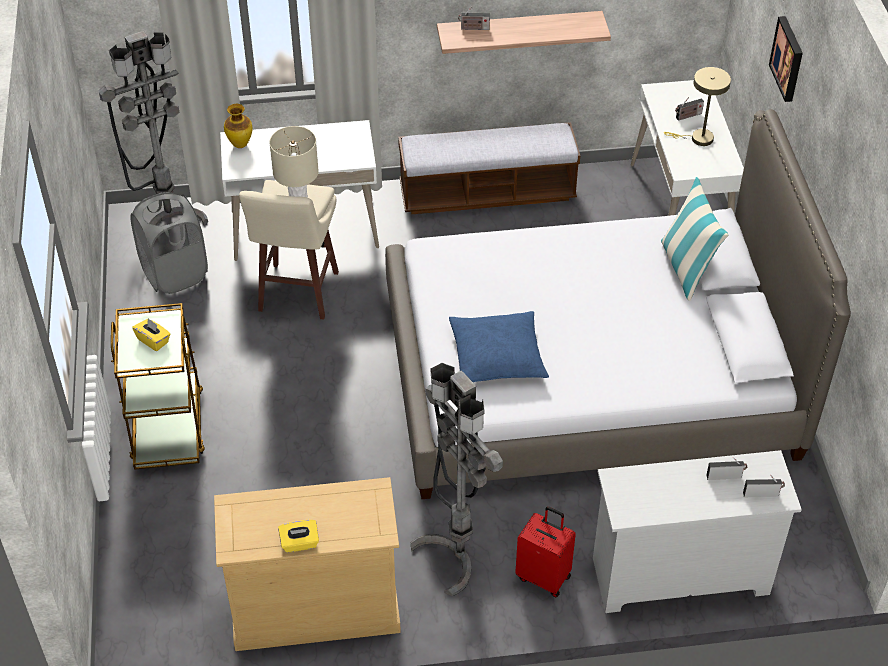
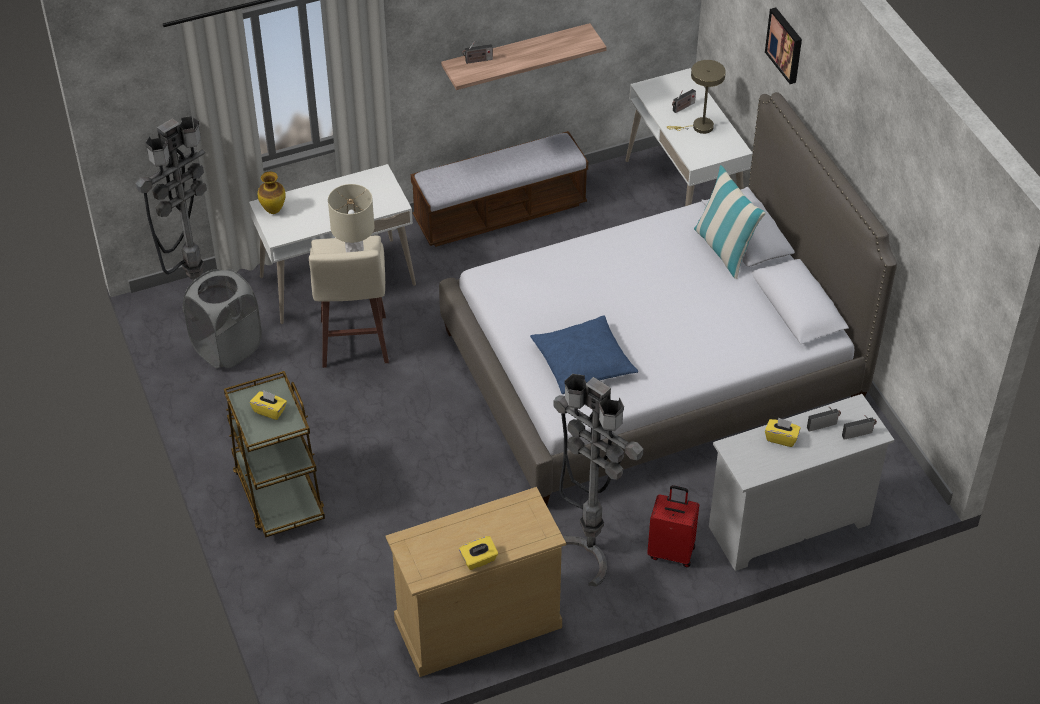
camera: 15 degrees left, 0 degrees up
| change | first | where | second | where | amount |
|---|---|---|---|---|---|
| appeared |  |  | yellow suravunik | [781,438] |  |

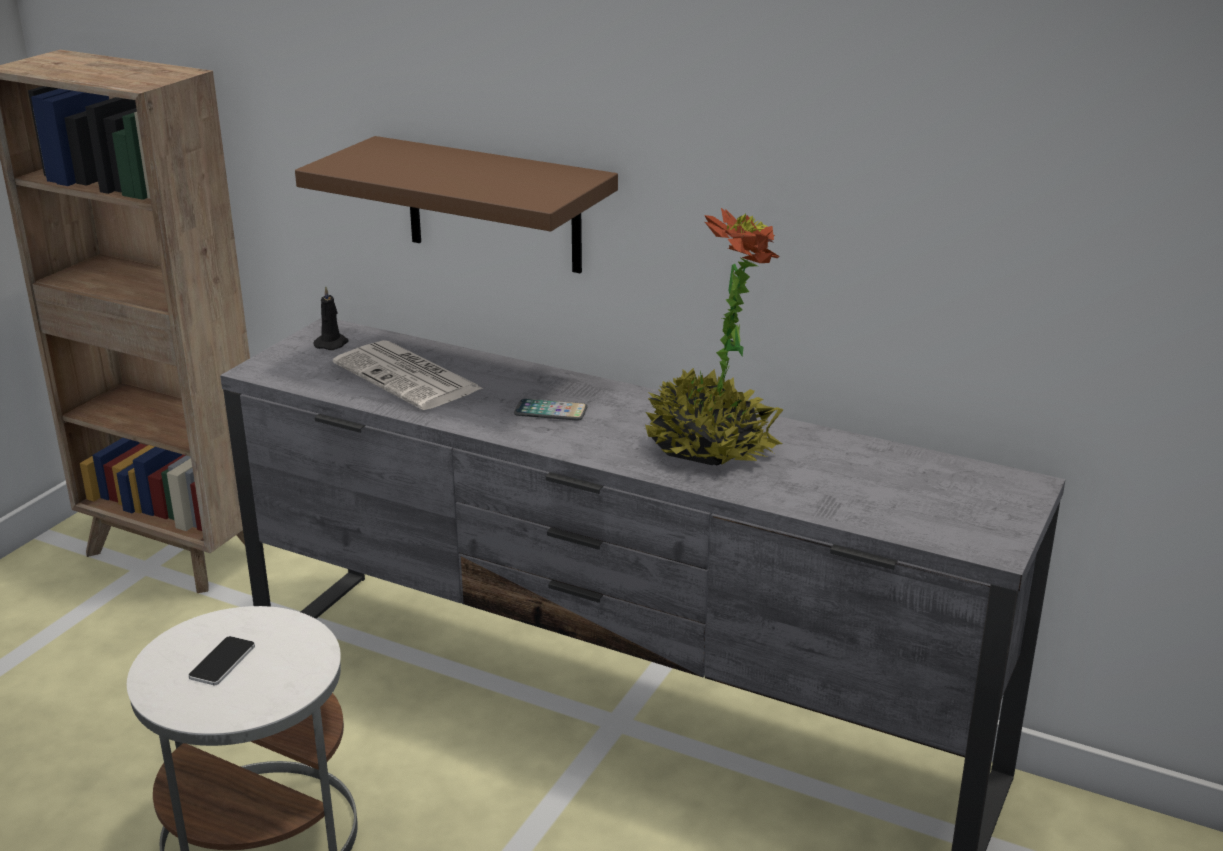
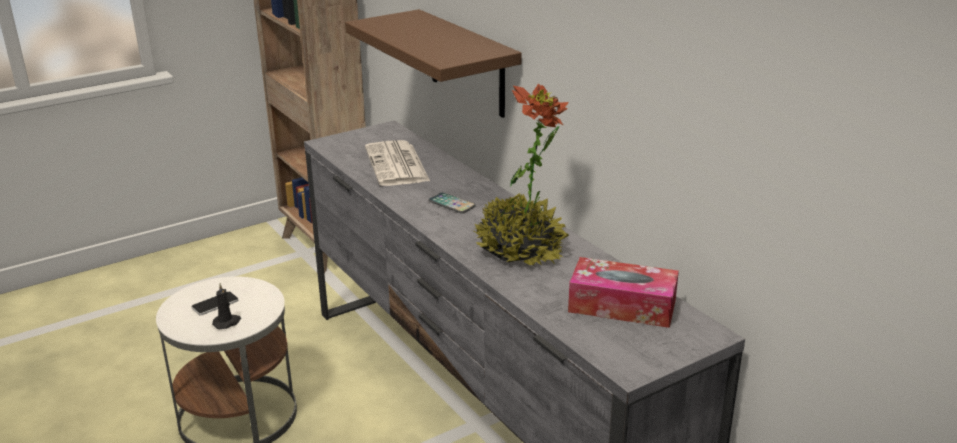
camera: 30 degrees right, 0 degrees up
| change | first | where | second | where | amount |
|---|---|---|---|---|---|
| relocated | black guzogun | [332,344] |  | [227,322] |  |
| appeared |  |  | suravunik | [622,306] |  |

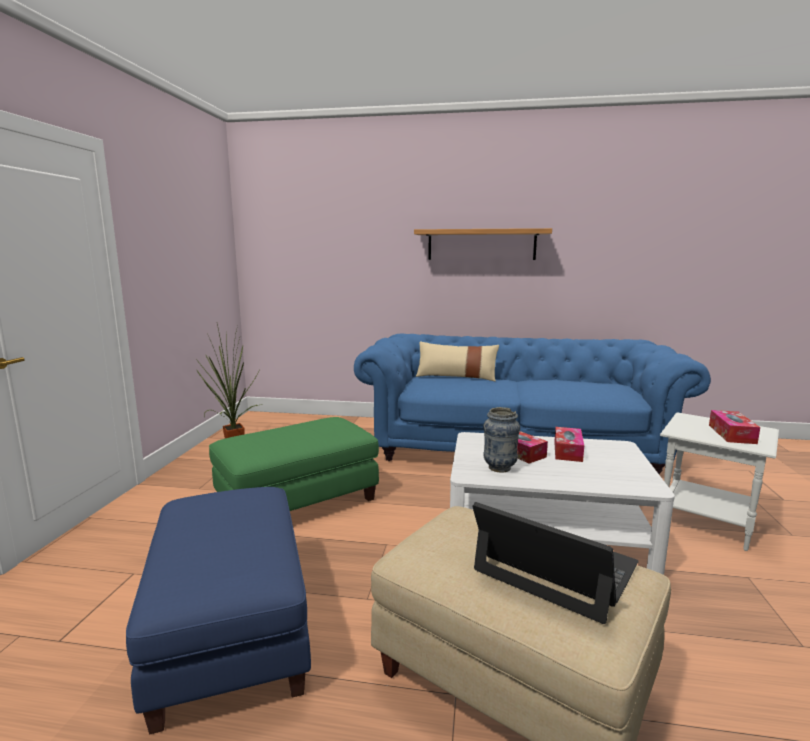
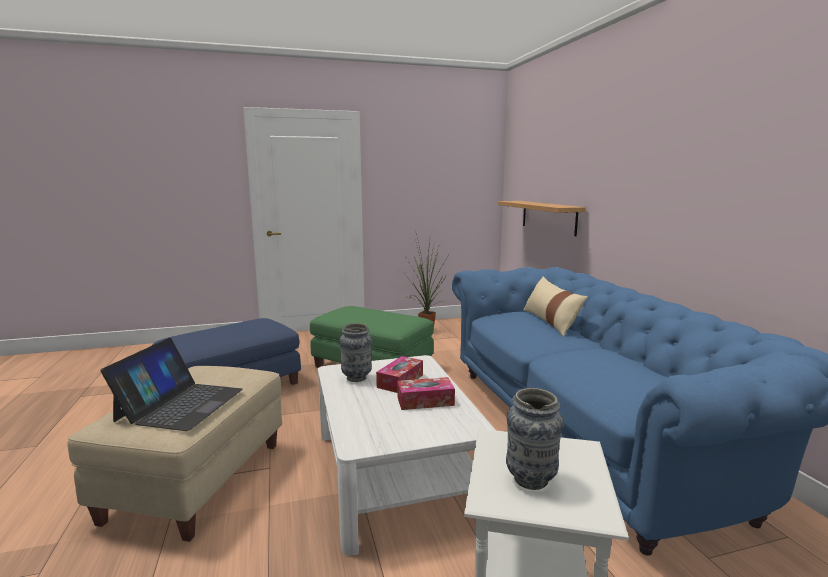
camera: 65 degrees right, 0 degrees up
| change | first | where | second | where | amount |
|---|---|---|---|---|---|
| relocated | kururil | [481,245] |  | [548,217] |  |
| exchanged | suravunik | [731,434] | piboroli | [530,480] |  |

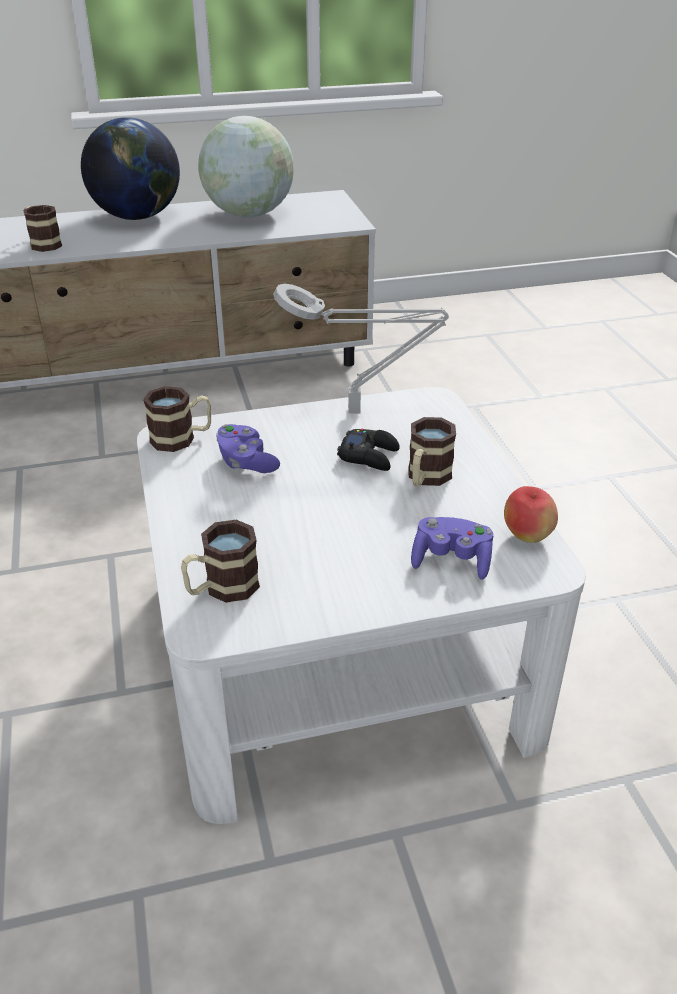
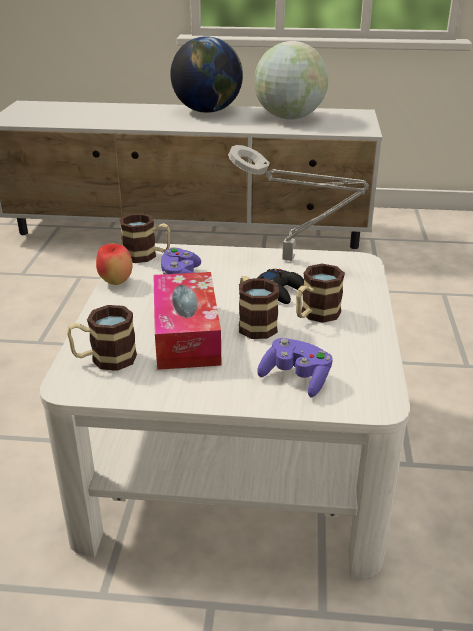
camera: 20 degrees right, 5 degrees down
| change | first | where | second | where | amount |
|---|---|---|---|---|---|
| relocated | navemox | [42,243] |  | [254,323] |  |
| relocated | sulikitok | [527,536] |  | [116,282] |  |
| appeared |  |  | suravunik | [186,334] |  |

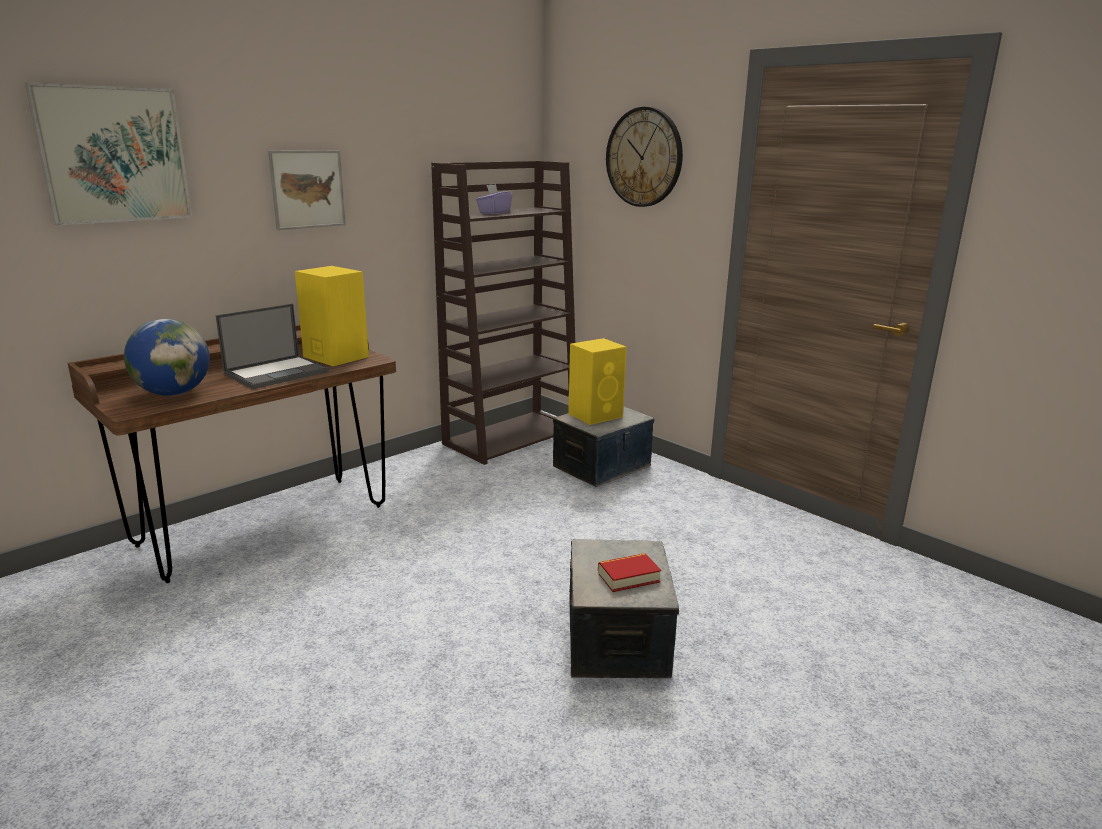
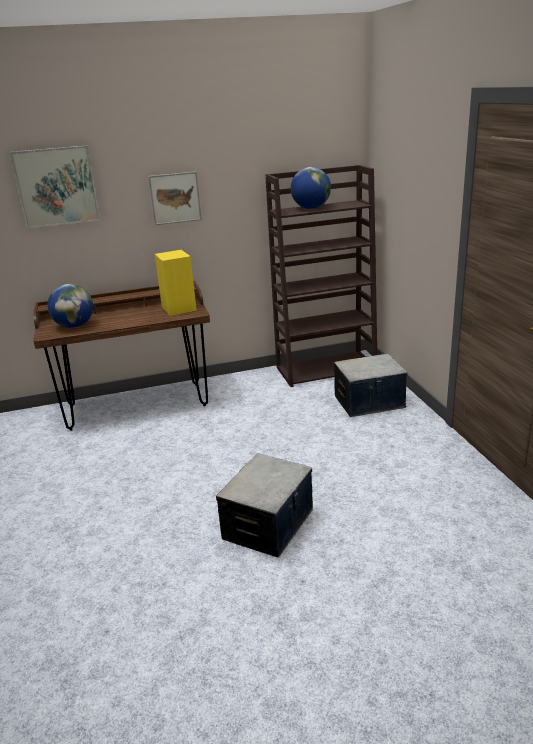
camera: 30 degrees right, 5 degrees up
| change | first | where | second | where | amount |
|---|---|---|---|---|---|
| missing | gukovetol | [644,157] |  |  |  |
| exchanged | purple suravunik | [494,213] | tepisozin | [311,208] |  |
| missing | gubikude | [277,372] |  |  |  |
| missing | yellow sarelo | [596,415] |  |  |  |
| missing | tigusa | [628,577] |  |  |  |

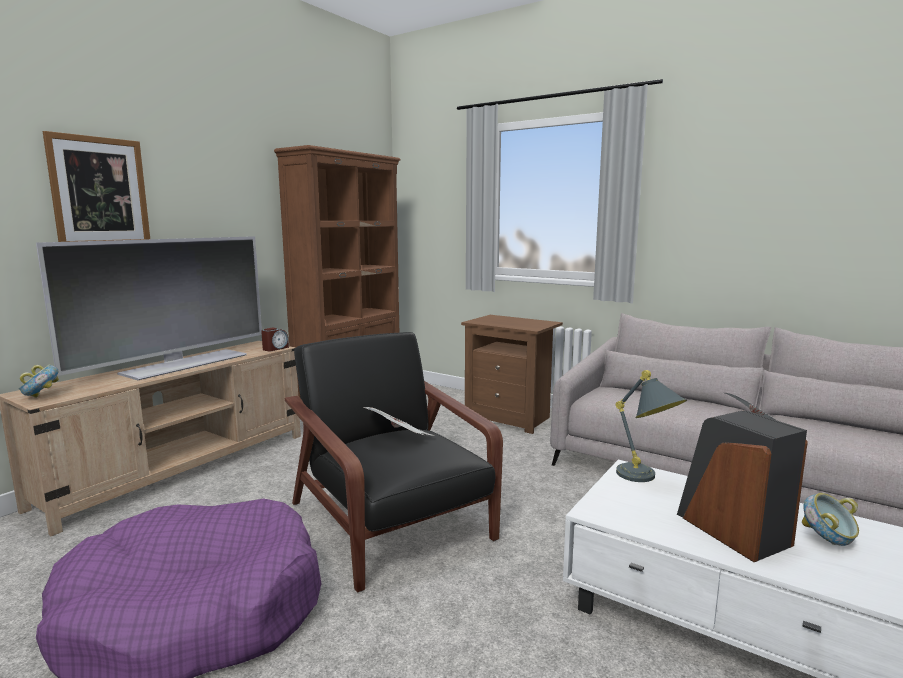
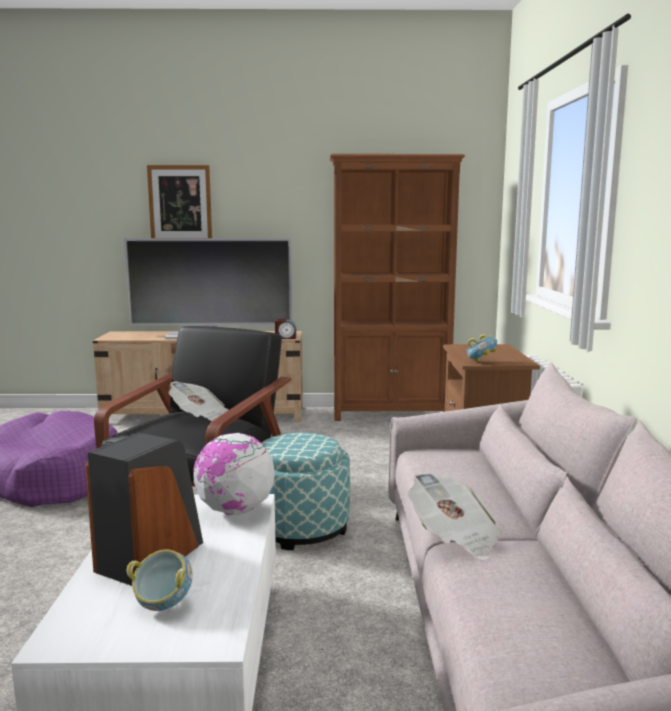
camera: 55 degrees right, 0 degrees up
| change | first | where | second | where | amount |
|---|---|---|---|---|---|
| relocated | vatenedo | [41,397] |  | [480,362] |  |
| exchanged | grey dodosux | [646,479] | tepisozin | [235,511] |  |
| appeared |  |  | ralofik | [300,527] |  |

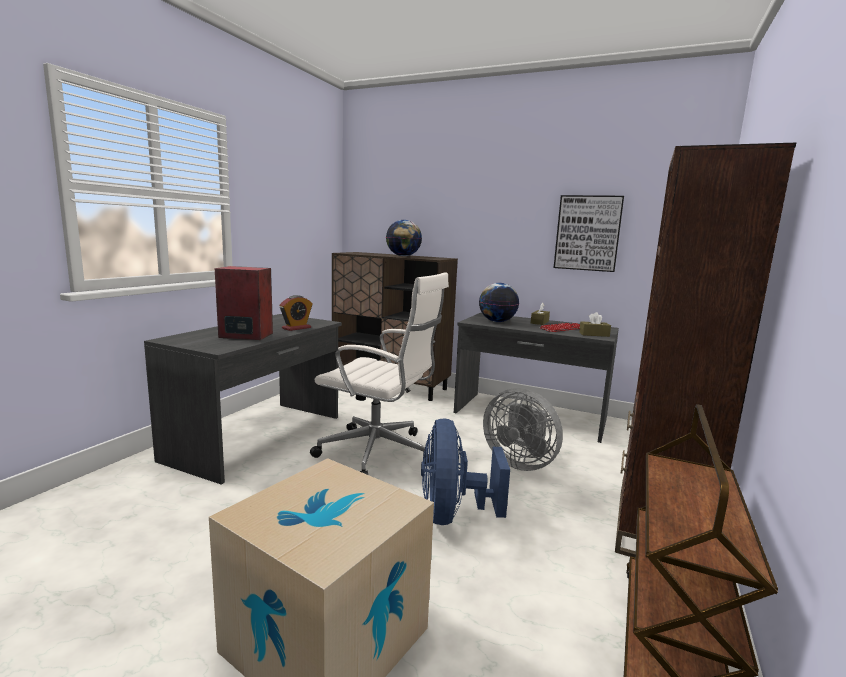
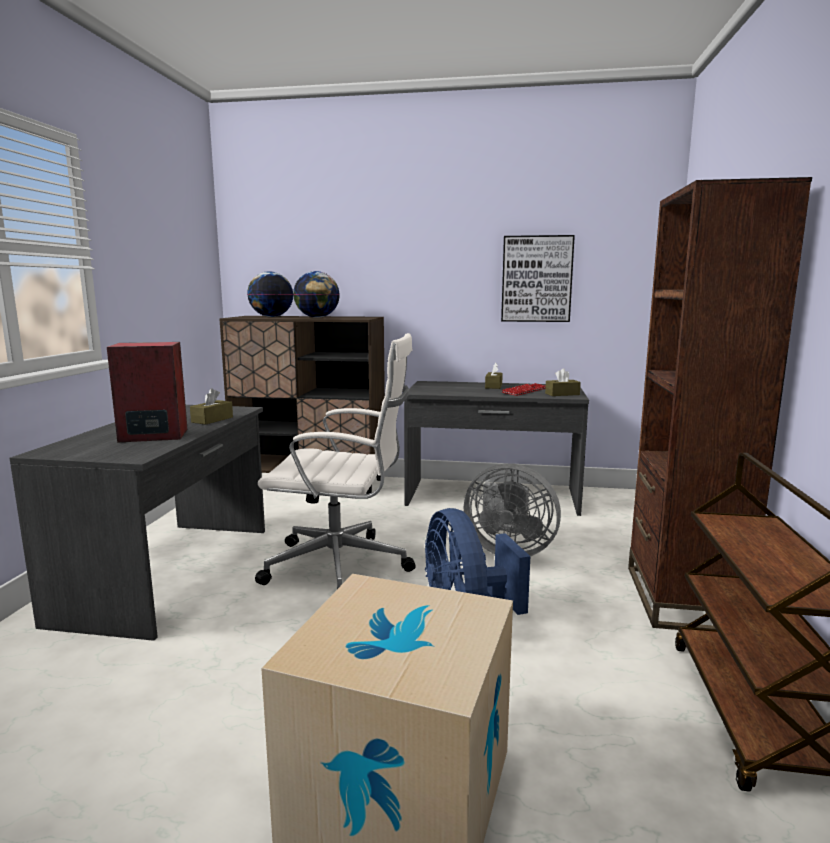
camera: 15 degrees left, 0 degrees up
| change | first | where | second | where | amount |
|---|---|---|---|---|---|
| relocated | tepisozin | [497,321] |  | [271,317] |  |
| exchanged | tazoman | [296,328] | brown suravunik | [212,420] |  |

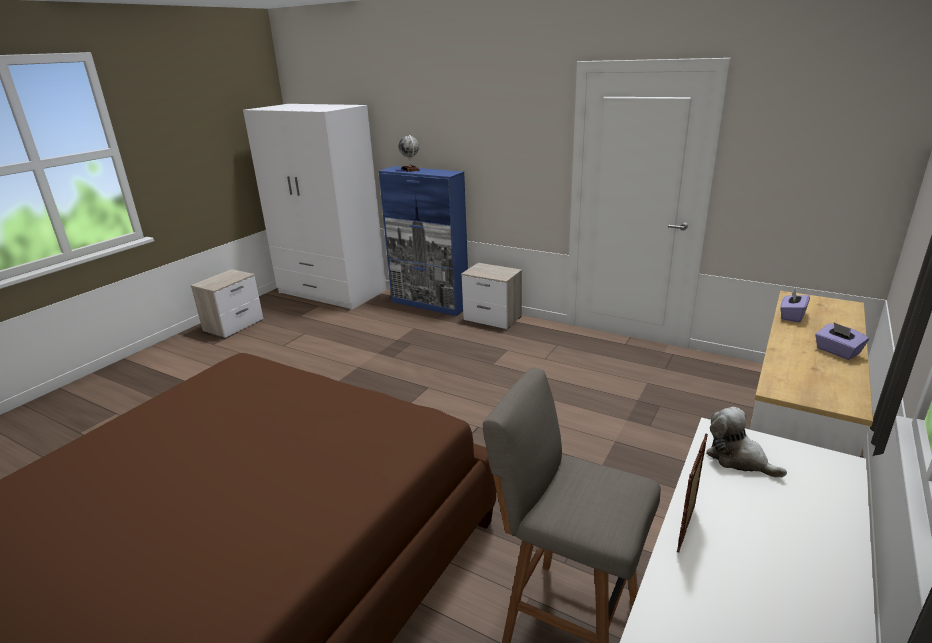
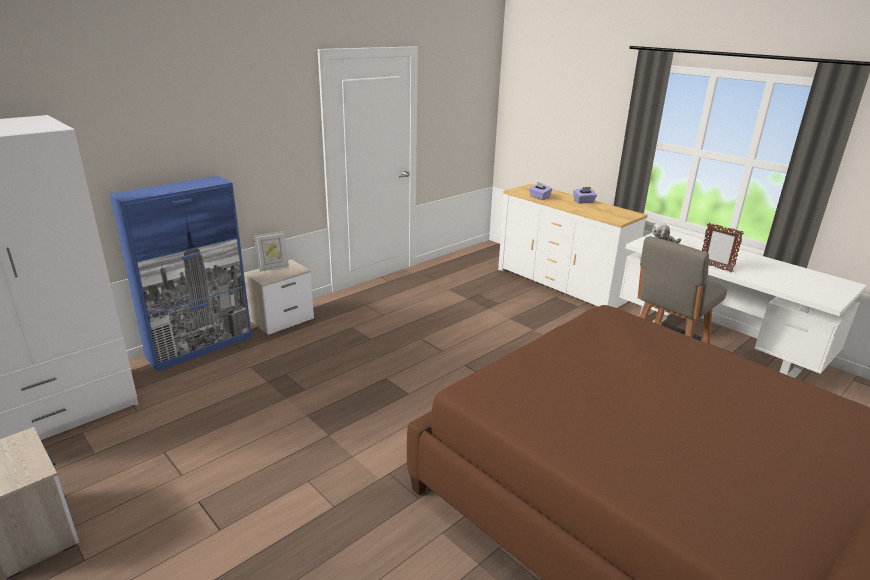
camera: 75 degrees left, 0 degrees up
| change | first | where | second | where | amount |
|---|---|---|---|---|---|
| missing | tepisozin | [410,169] |  |  |  |
| appeared |  |  | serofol | [273,268] |  |

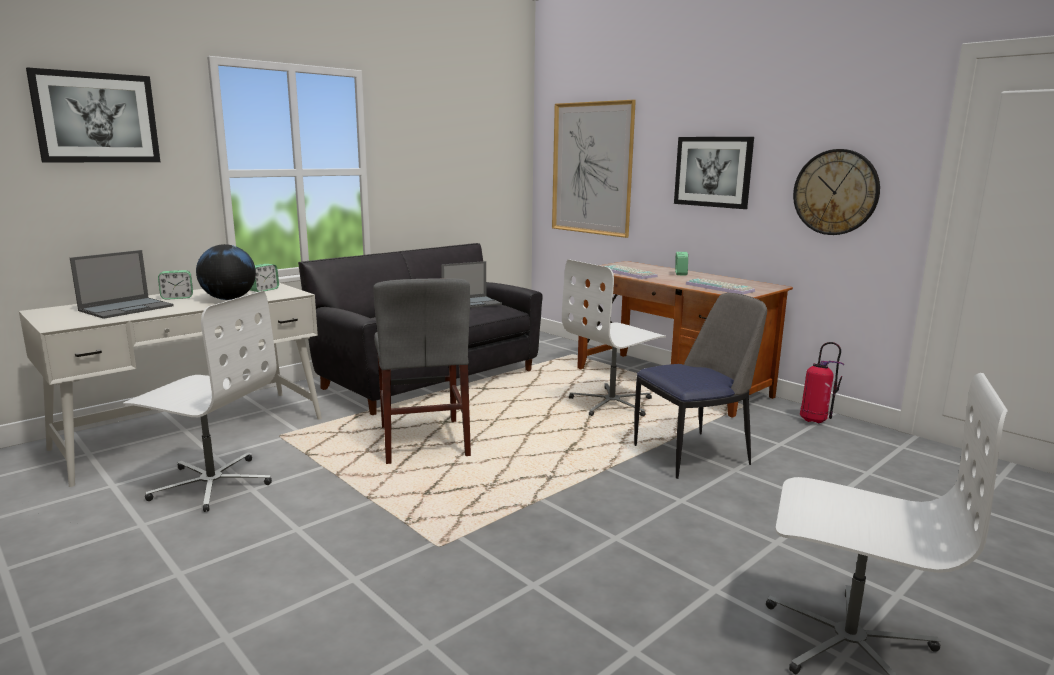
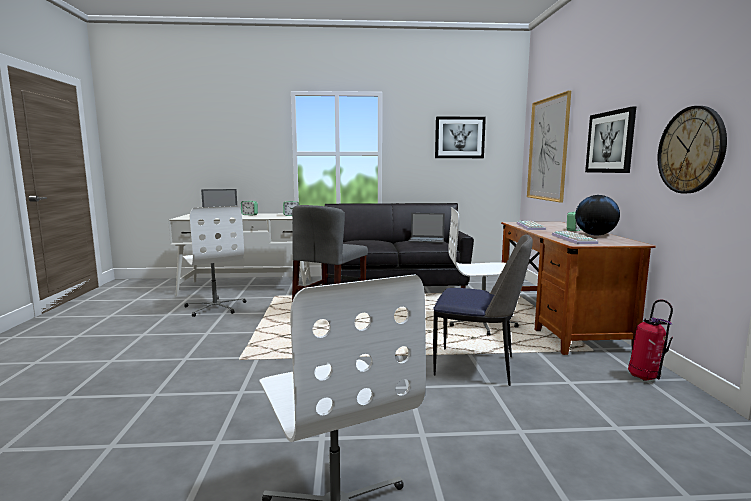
camera: 40 degrees right, 5 degrees down
| change | first | where | second | where | amount |
|---|---|---|---|---|---|
| relocated | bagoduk | [96,118] |  | [459,137] |  |
| relocated | tepisozin | [229,299] |  | [595,235] |  |

